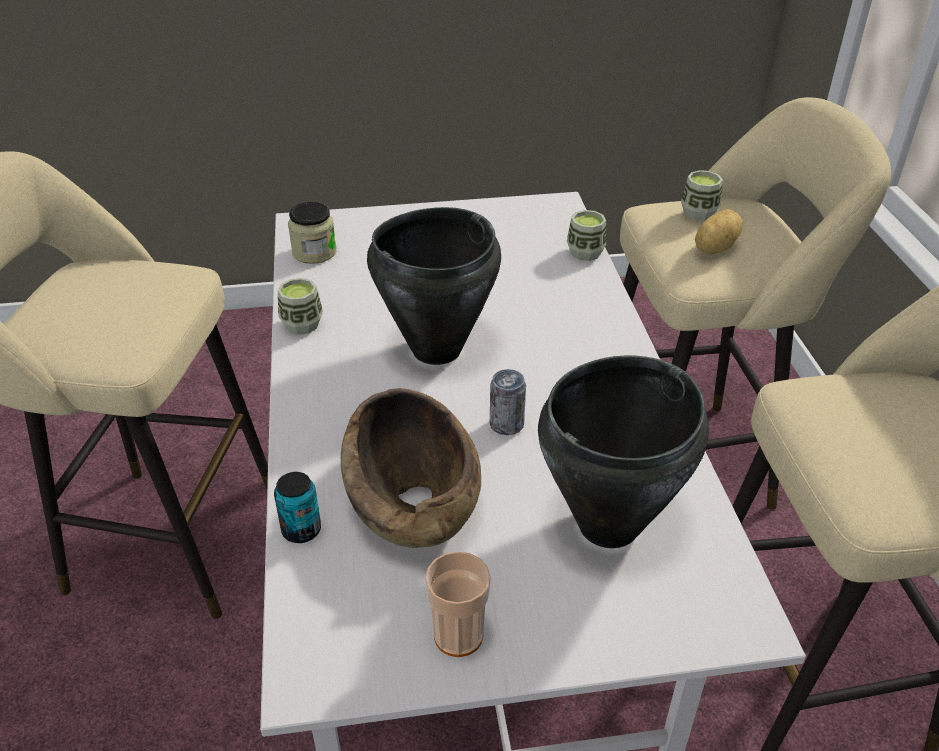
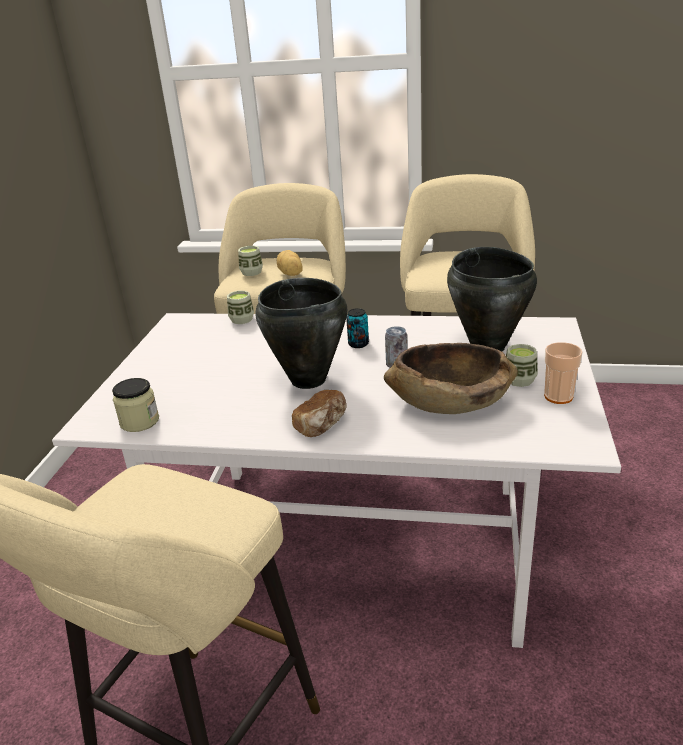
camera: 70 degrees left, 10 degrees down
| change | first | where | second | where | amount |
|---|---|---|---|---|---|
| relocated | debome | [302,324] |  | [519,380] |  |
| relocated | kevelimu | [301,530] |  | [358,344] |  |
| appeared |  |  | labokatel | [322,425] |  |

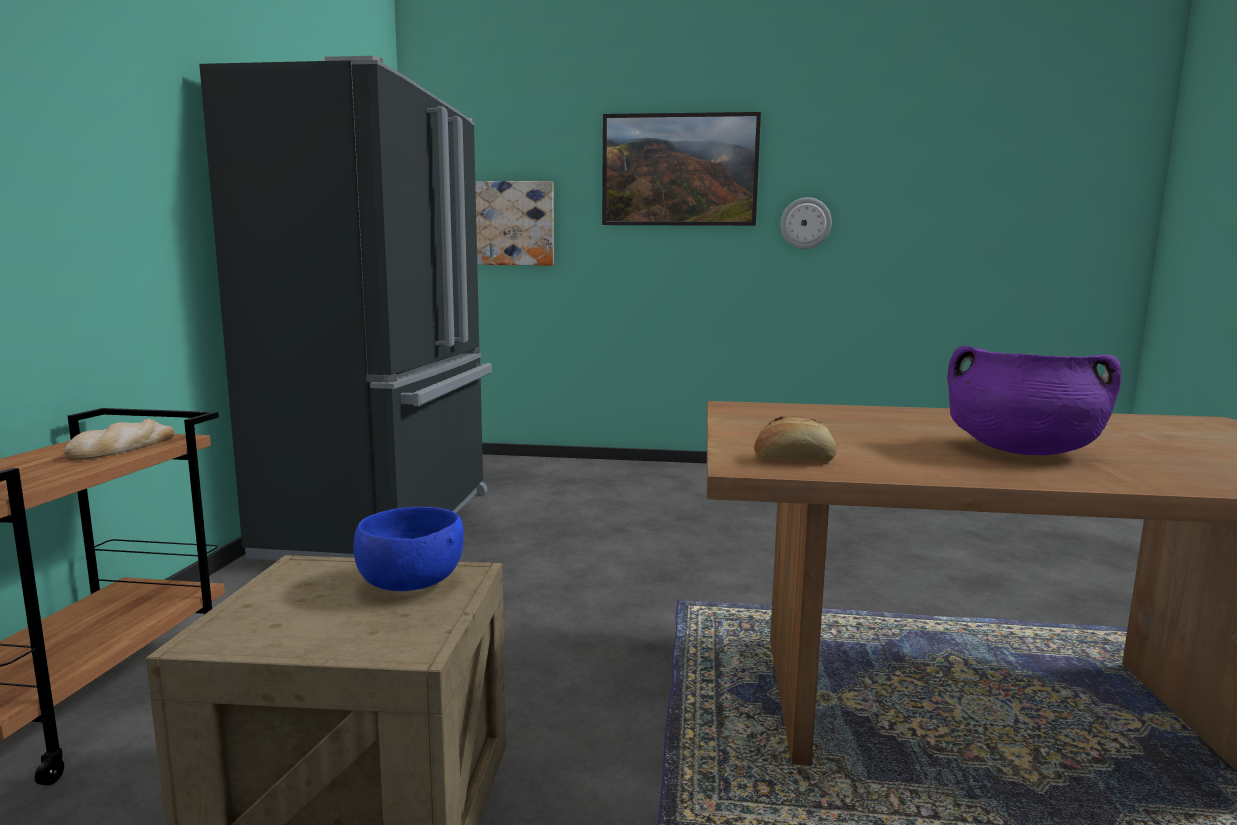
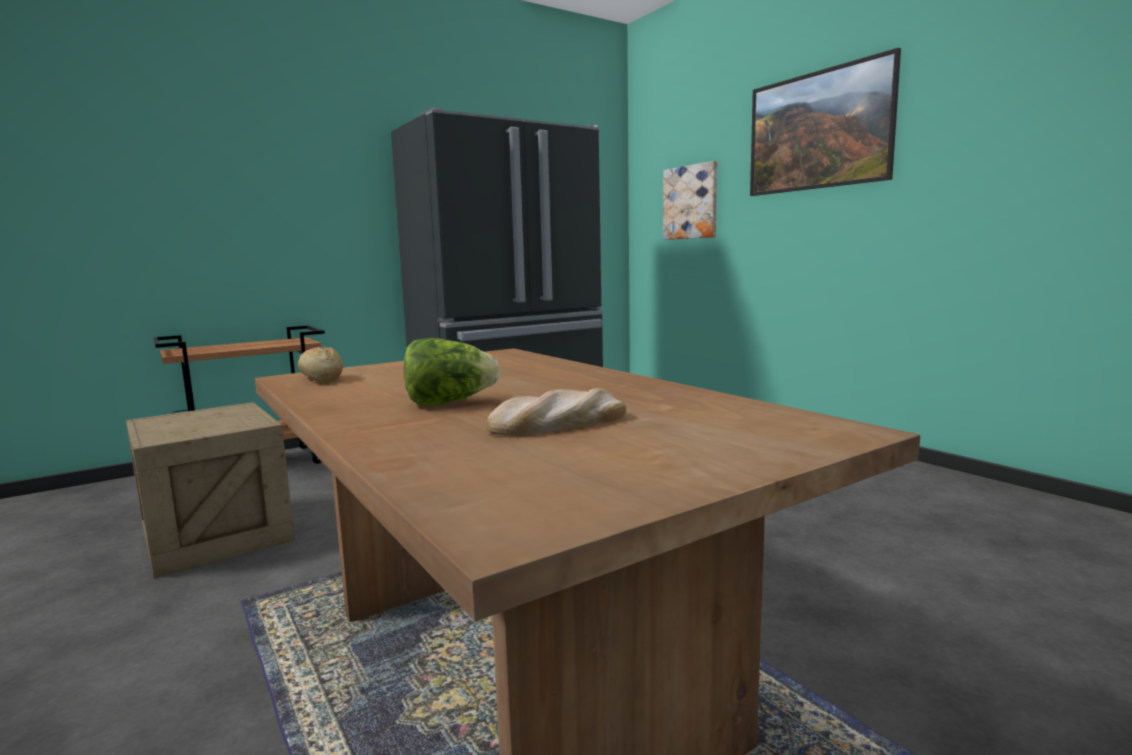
camera: 50 degrees right, 0 degrees up
| change | first | where | second | where | amount |
|---|---|---|---|---|---|
| missing | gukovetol | [805,223] |  |  |  |
| exchanged | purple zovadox | [1021,451] | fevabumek | [449,403] |  |
| relocated | labokatel | [122,447] |  | [558,423] |  |
| missing | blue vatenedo | [410,583] |  |  |  |

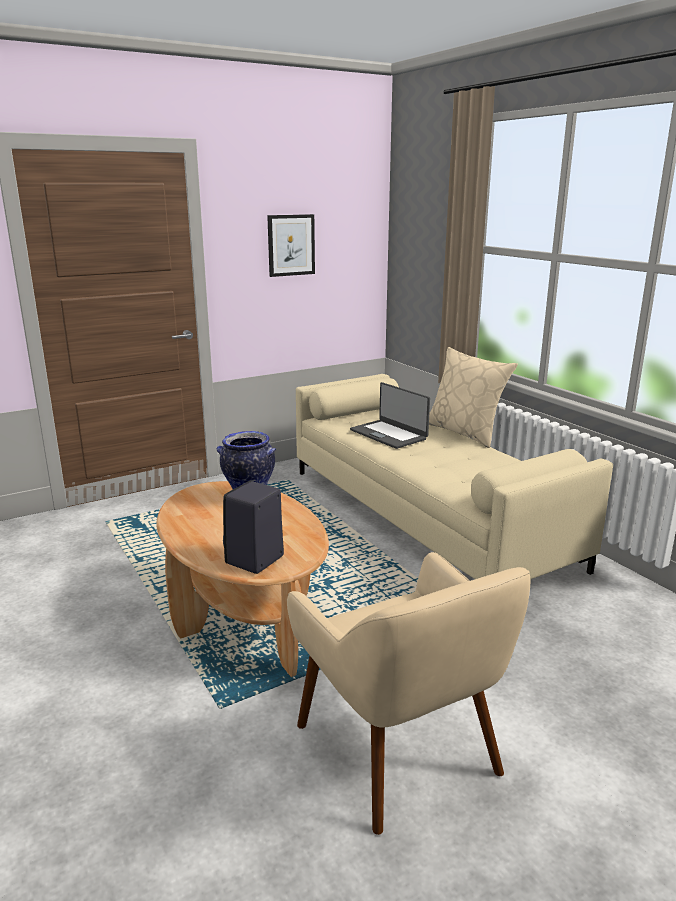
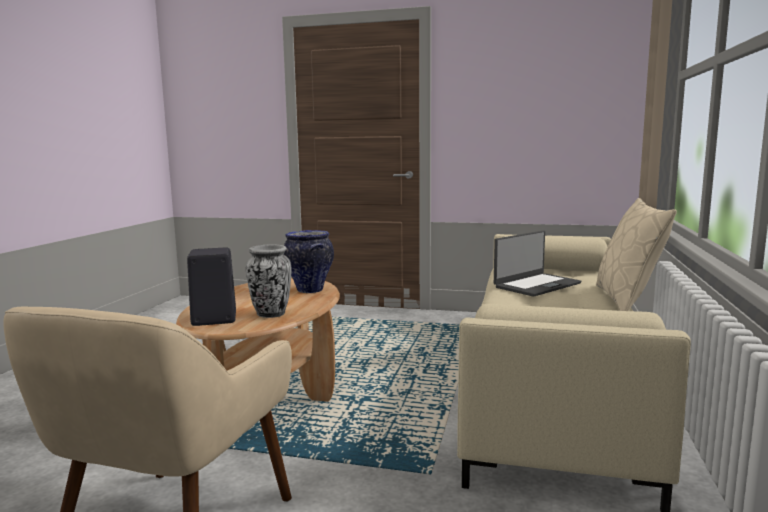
camera: 45 degrees right, 10 degrees down
| change | first | where | second | where | amount |
|---|---|---|---|---|---|
| missing | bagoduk | [291,245] |  |  |  |
| spun | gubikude | [389,434] |  | [536,285] | 135 degrees counterclockwise |
| appeared |  |  | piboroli | [270,314] |  |

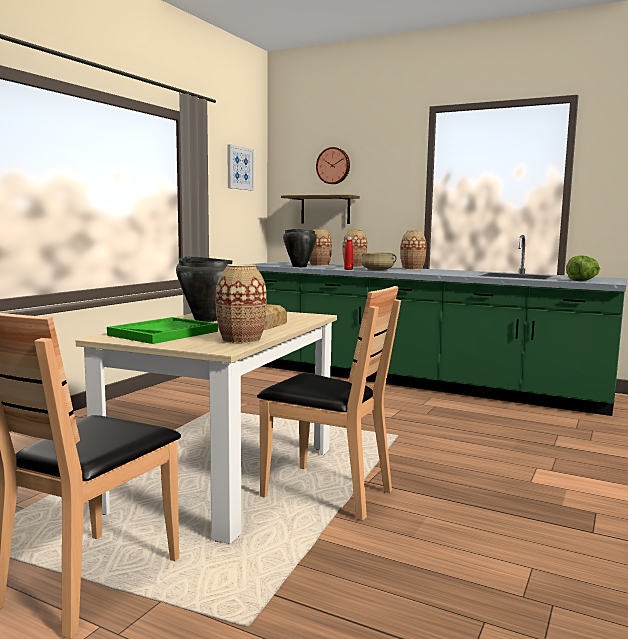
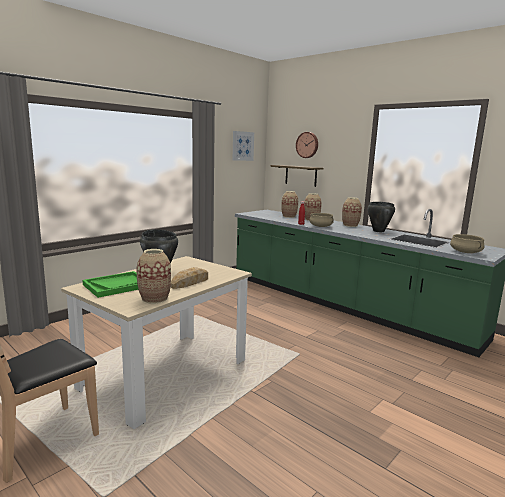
camera: 15 degrees right, 5 degrees up
| change | first | where | second | where | amount |
|---|---|---|---|---|---|
| relocated | black zovadox | [299,266] |  | [378,231] |  |
| exchanged | fevabumek | [583,280] | beige zovadox | [465,252] |  |
| missing | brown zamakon | [326,492] |  |  |  |

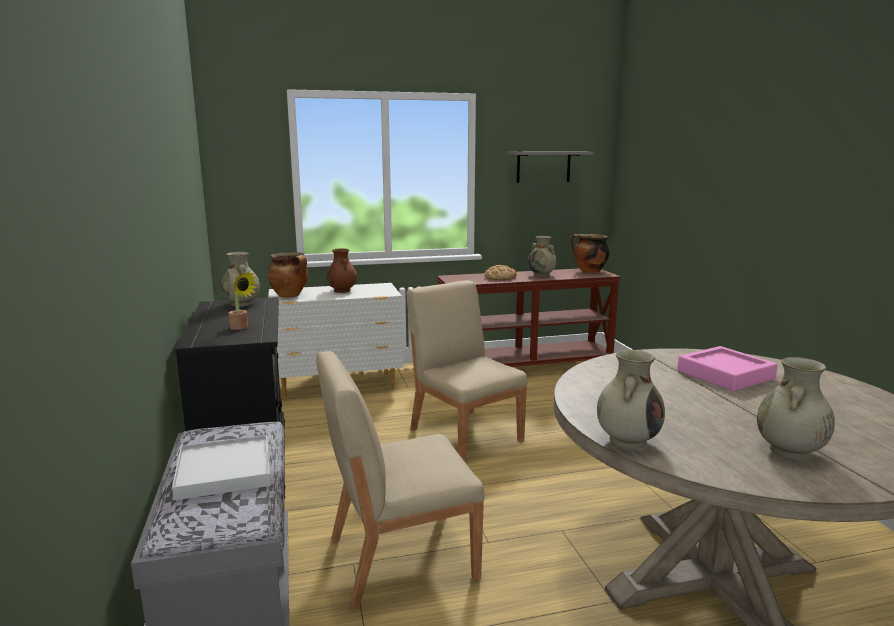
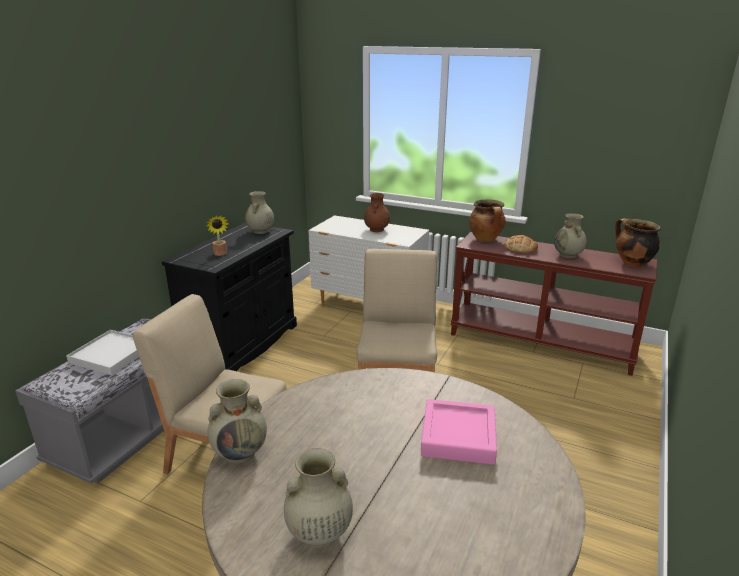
camera: 40 degrees right, 10 degrees up
| change | first | where | second | where | amount |
|---|---|---|---|---|---|
| missing | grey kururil | [543,167] |  |  |  |
| relocated | zovadox | [290,295] |  | [486,239] |  |

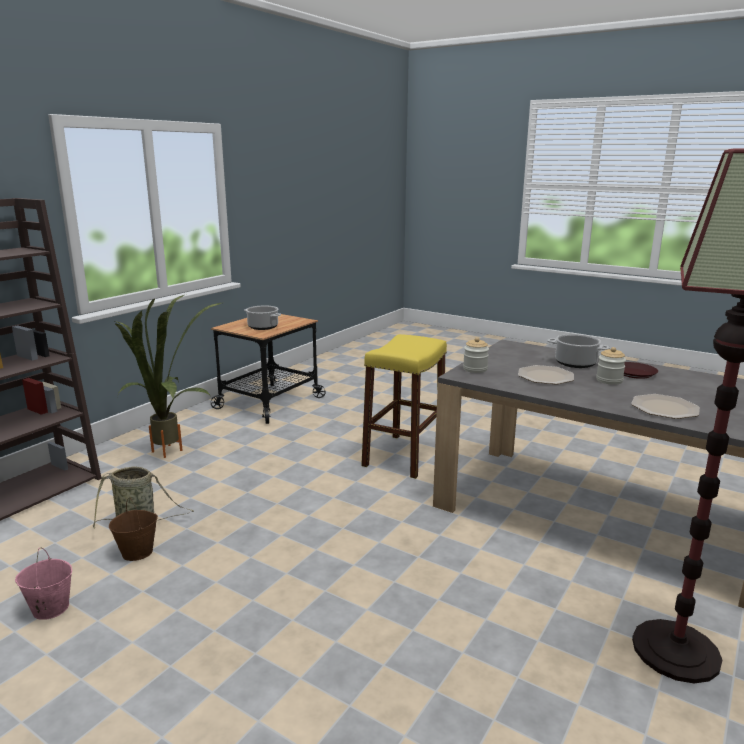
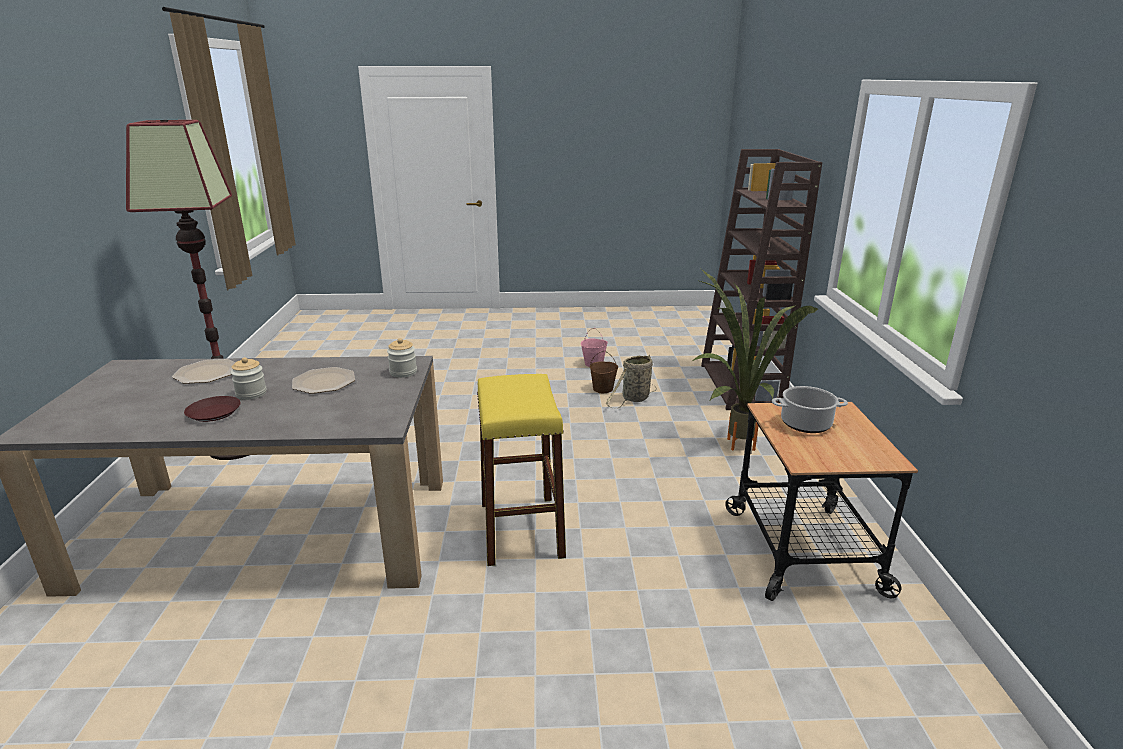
camera: 145 degrees right, 5 degrees up
| change | first | where | second | where | amount |
|---|---|---|---|---|---|
| missing | zovadox | [575,363] |  |  |  |

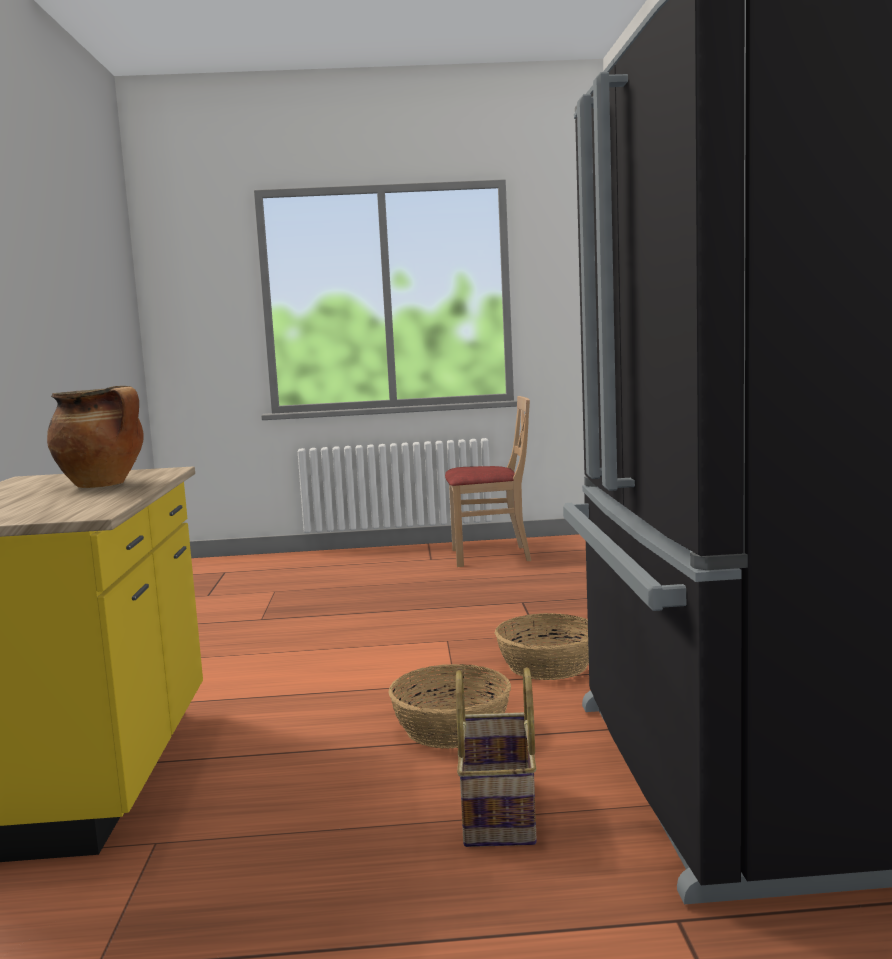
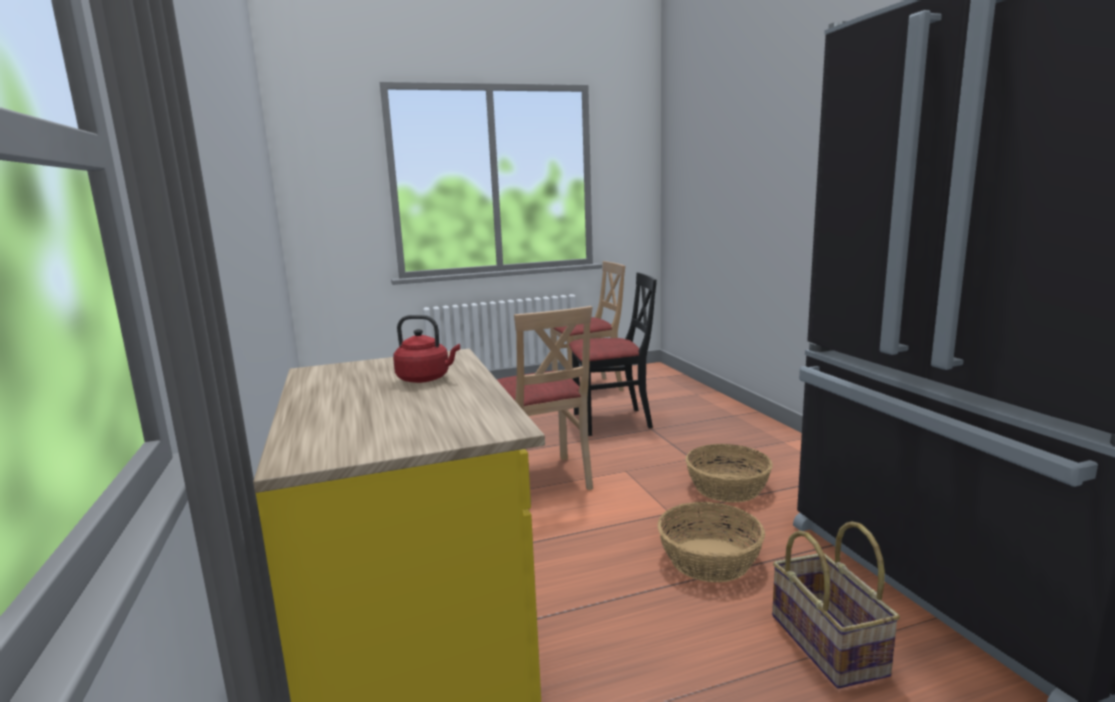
camera: 15 degrees left, 5 degrees up
| change | first | where | second | where | amount |
|---|---|---|---|---|---|
| exchanged | zovadox | [104,485] | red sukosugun | [426,379] |  |
| appeared |  |  | black zamakon | [612,421] |  |
| appeared |  |  | beige zamakon | [543,479] |  |

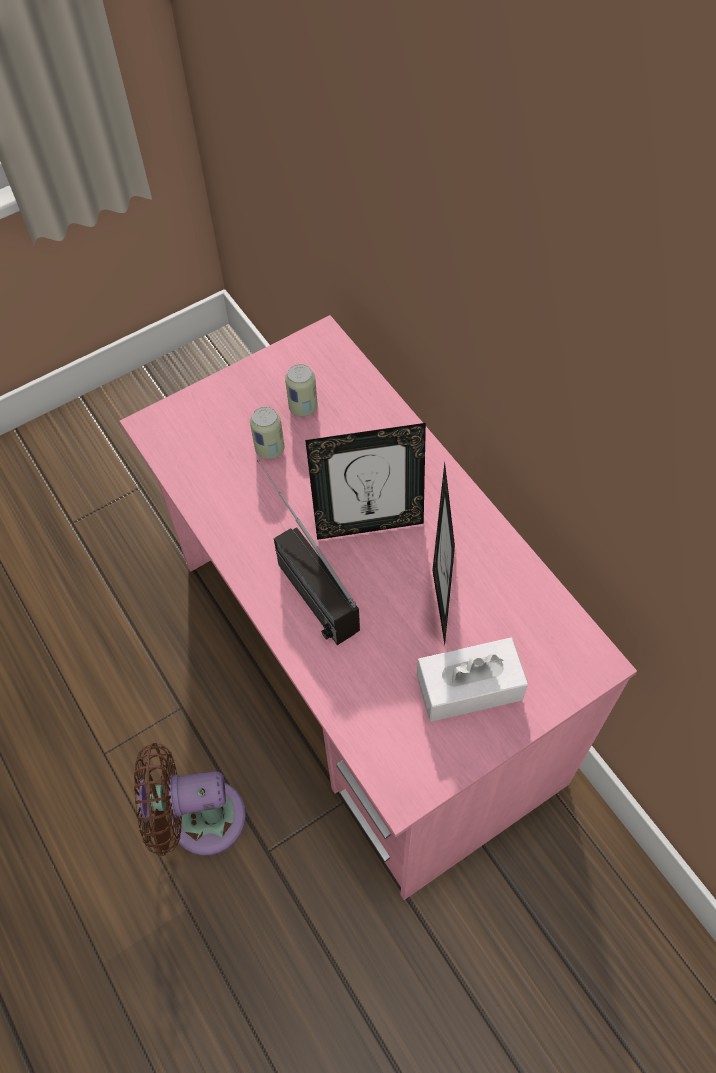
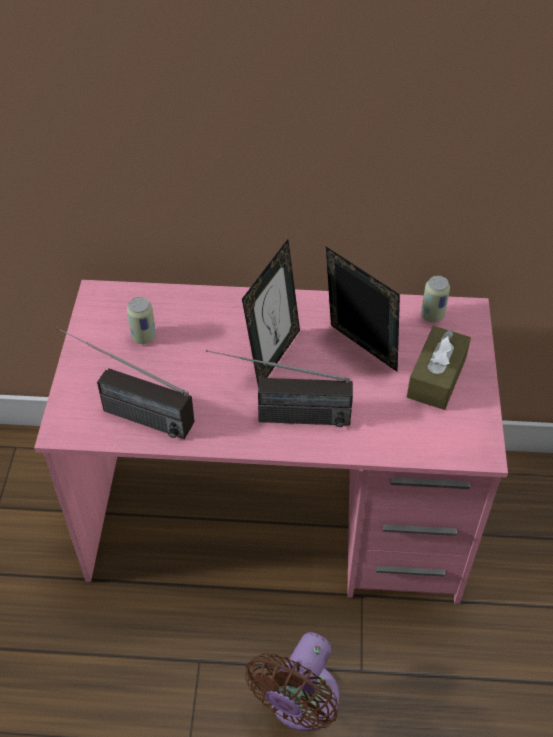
camera: 55 degrees left, 10 degrees down
| change | first | where | second | where | amount |
|---|---|---|---|---|---|
| relocated | kevelimu | [270,449] |  | [432,315] |  |
| colour | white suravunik | [469,687] | brown suravunik | [436,377] |  |
| appeared |  |  | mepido | [125,411] |  |

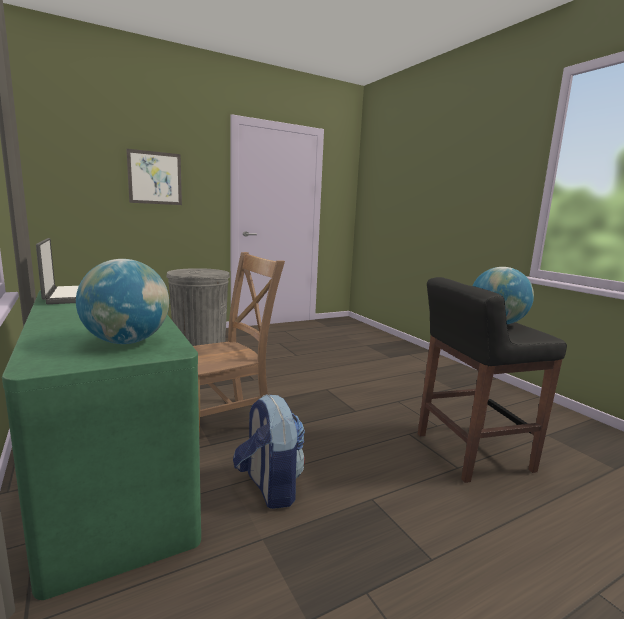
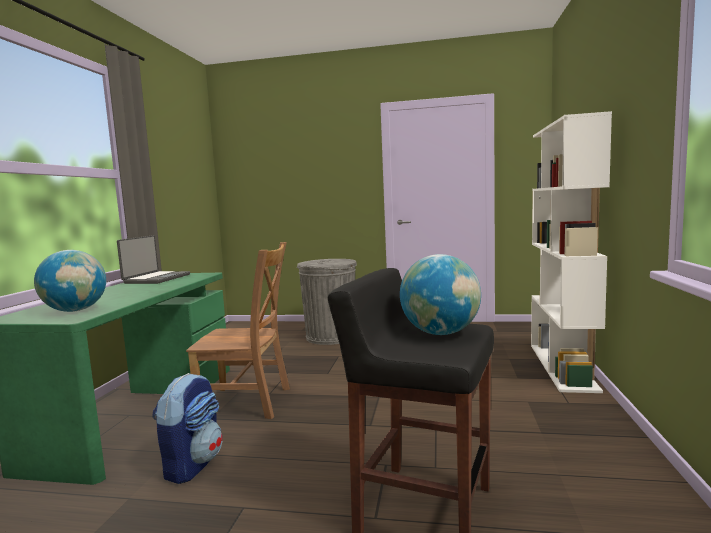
camera: 40 degrees right, 5 degrees down
| change | first | where | second | where | amount |
|---|---|---|---|---|---|
| missing | bagoduk | [155,178] |  |  |  |
| appeared |  |  | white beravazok | [563,366] |  |

